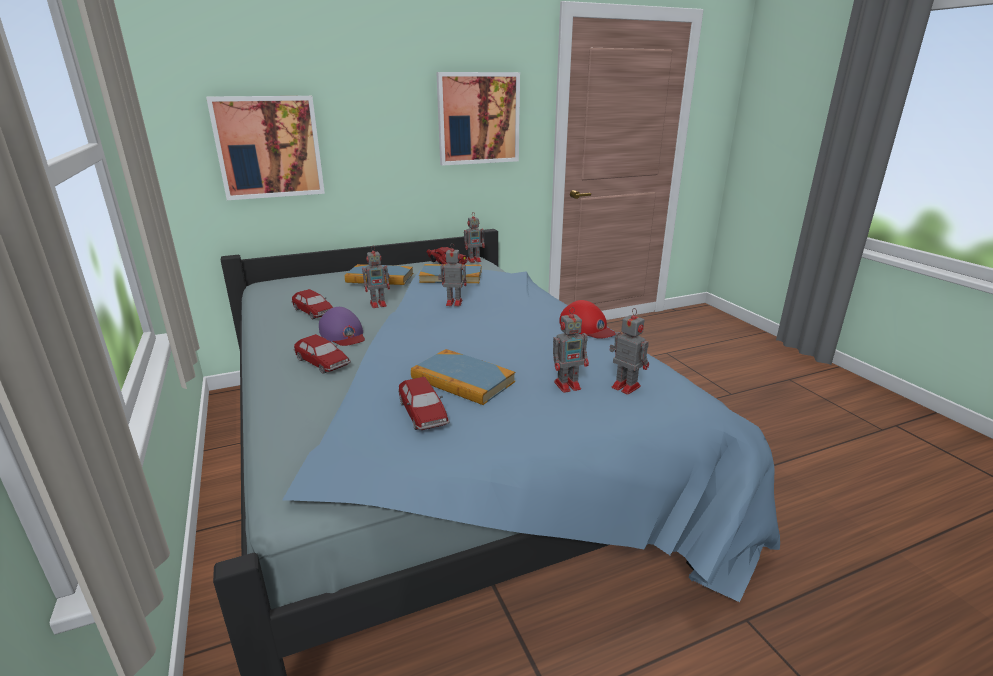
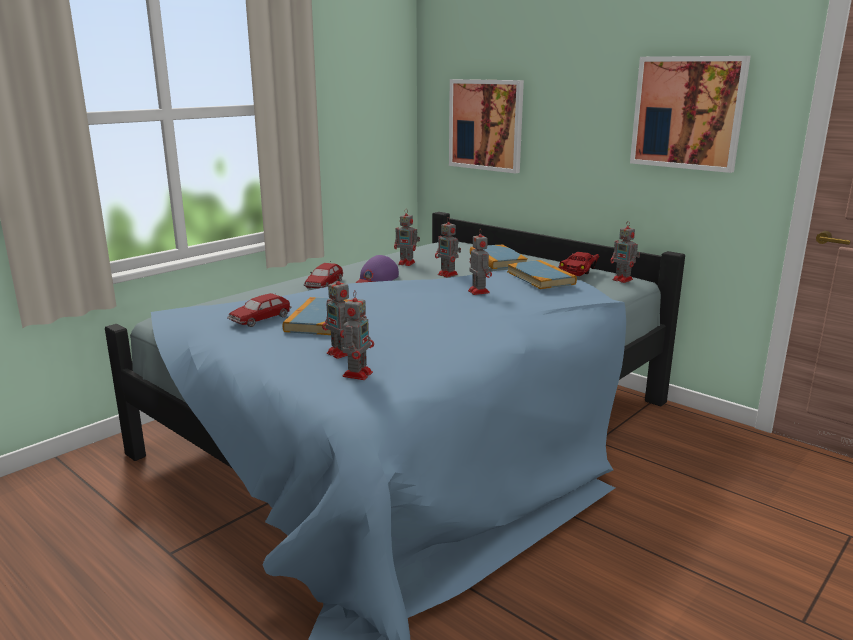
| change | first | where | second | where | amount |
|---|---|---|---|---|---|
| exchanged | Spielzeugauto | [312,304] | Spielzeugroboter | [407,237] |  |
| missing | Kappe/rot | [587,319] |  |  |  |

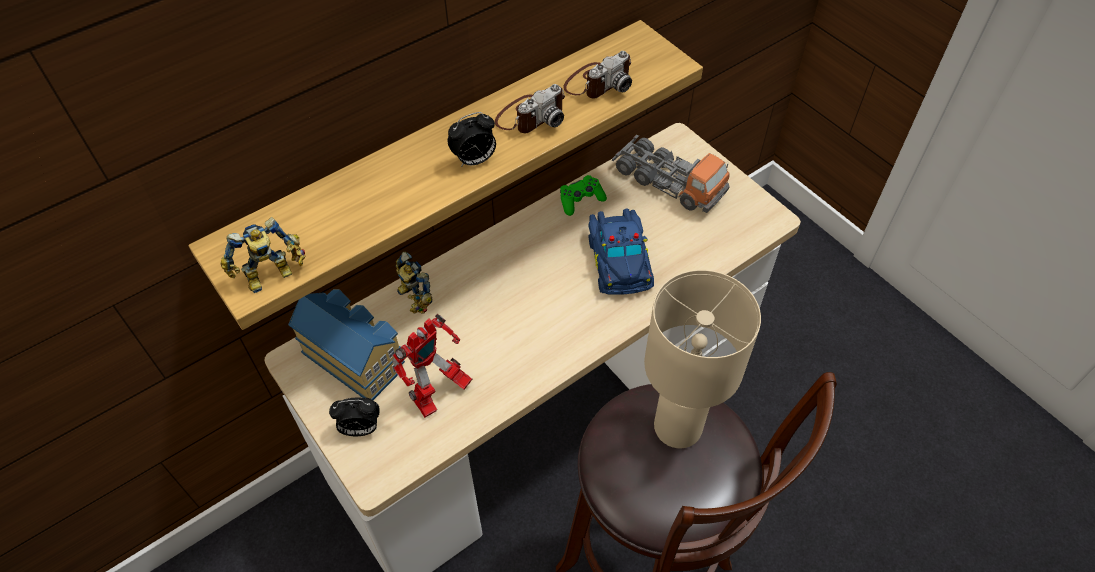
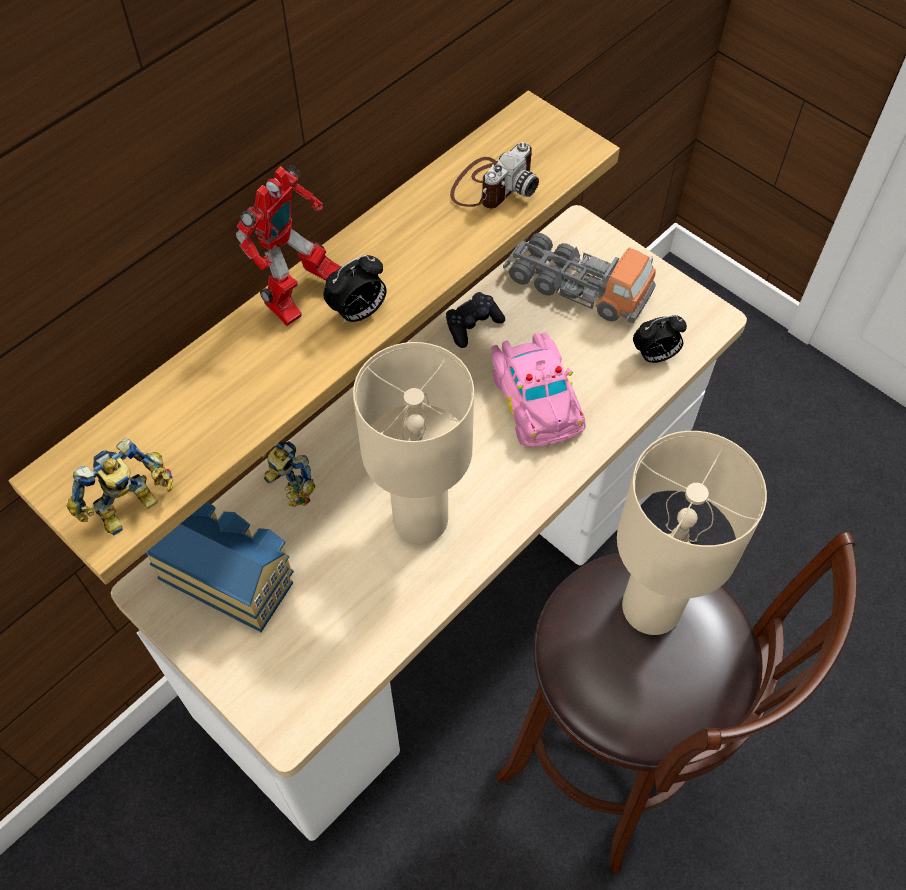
| change | first | where | second | where | amount |
|---|---|---|---|---|---|
| relocated | Wecker | [354,417] |  | [660,339] |  |
| relocated | Spielzeugroboter | [432,366] |  | [288,245] |  |
| missing | Kamera | [530,108] |  |  |  |
| colour | Gamepad/grün | [583,195] | Gamepad/schwarz | [475,320] |  |
| colour | Spielzeugauto/blau | [621,252] | Spielzeugauto/rosa | [538,389] |  |
| appeared |  |  | Tischlampe/beige | [413,443] |  |

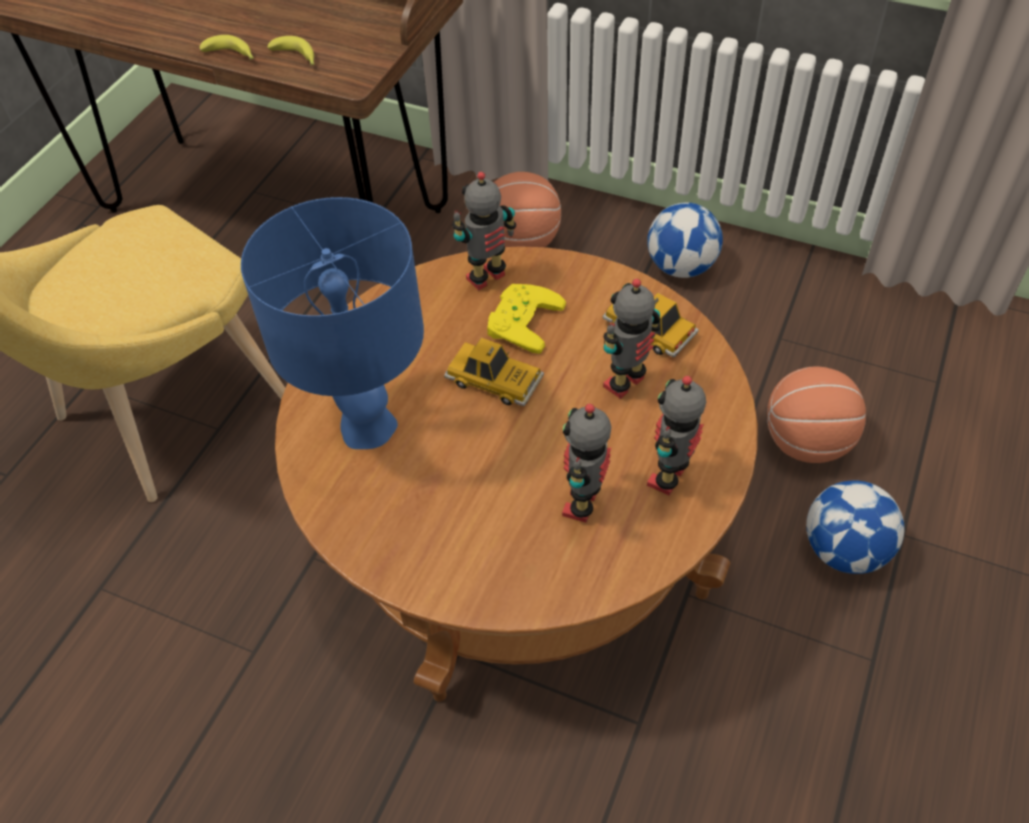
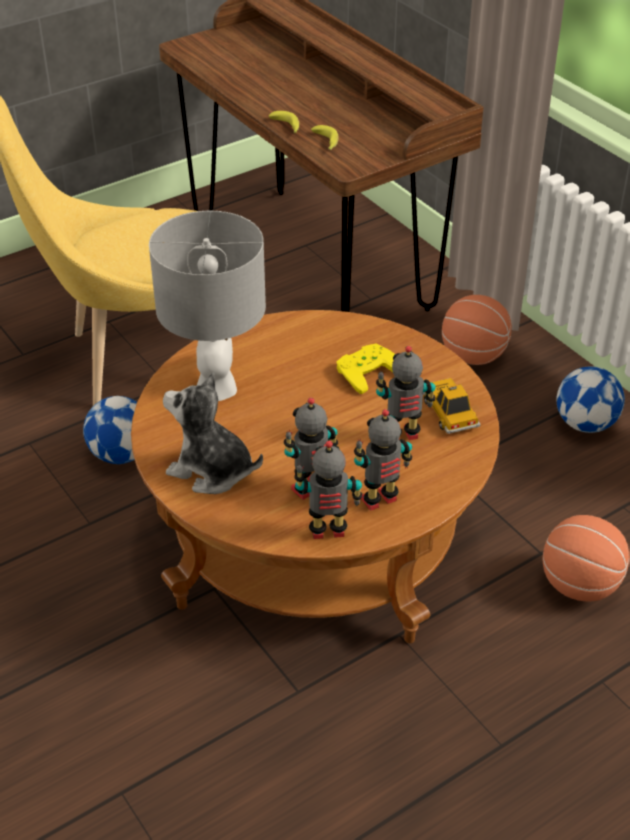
| change | first | where | second | where | amount |
|---|---|---|---|---|---|
| colour | Tischlampe/blau | [332,323] | Tischlampe/grau | [207,306] |  |
| missing | Spielzeugauto | [494,372] |  |  |  |
| relocated | Spielzeugroboter | [484,231] |  | [328,490] |  |
| relocated | Fußball | [855,527] |  | [110,430] |  |
| appeared |  |  | Plüschtier | [213,433] |  |

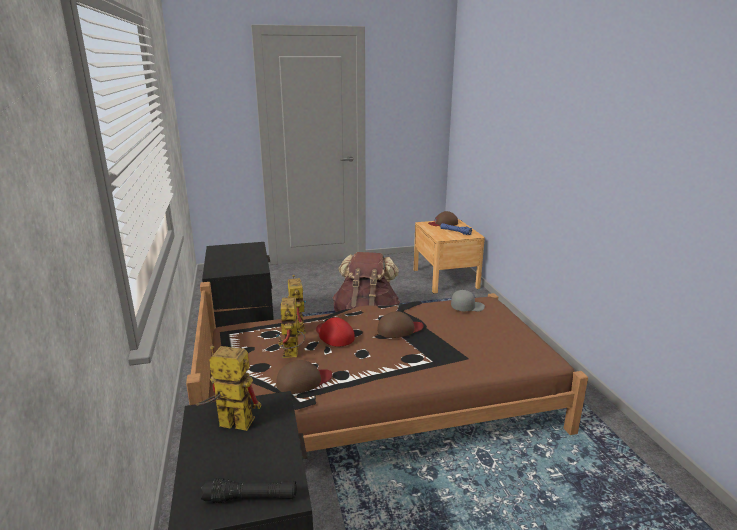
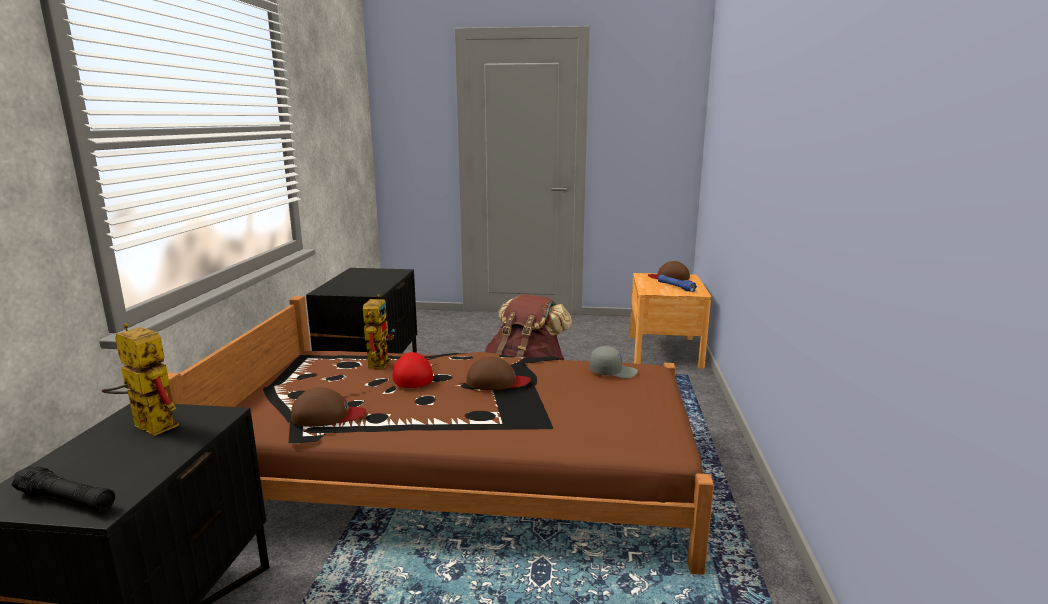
| change | first | where | second | where | amount |
|---|---|---|---|---|---|
| missing | Spielzeugroboter | [290,328] |  |  |  |

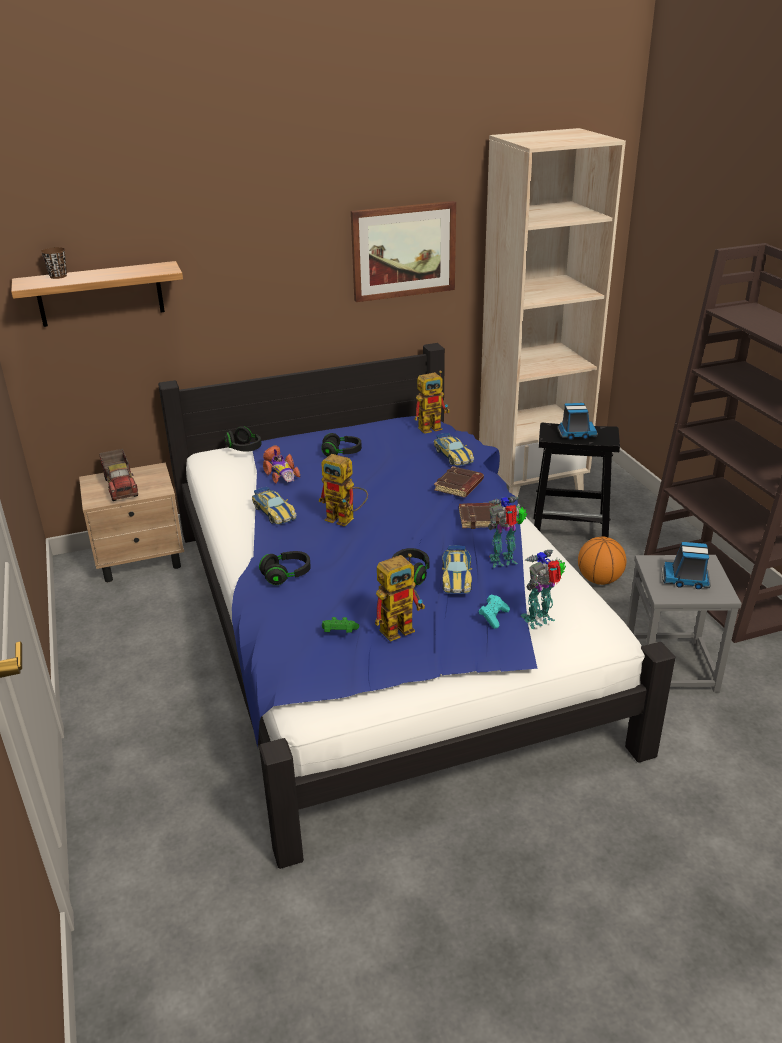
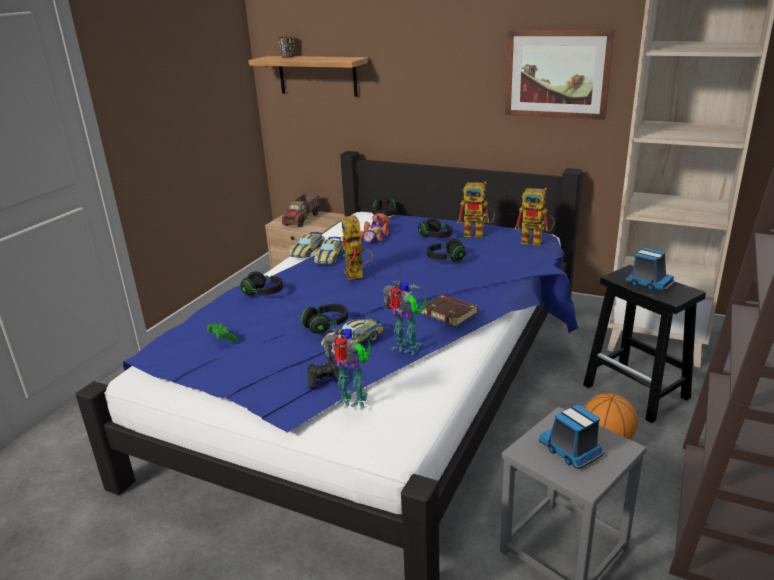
| change | first | where | second | where | amount |
|---|---|---|---|---|---|
| relocated | Spielzeugroboter | [400,597] |  | [476,210] |  |
| relocated | Spielzeugauto | [454,449] |  | [307,245] |  |
| missing | Buch/braun | [459,481] |  |  |  |
| colour | Gamepad/türkis | [494,611] | Gamepad/schwarz | [325,374] |  |
| appeared |  |  | Kopfhörer/schwarz | [446,250] |  |

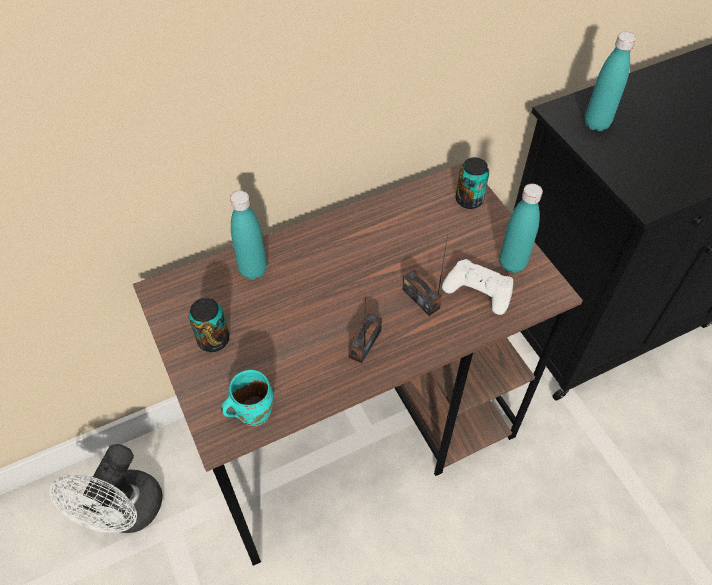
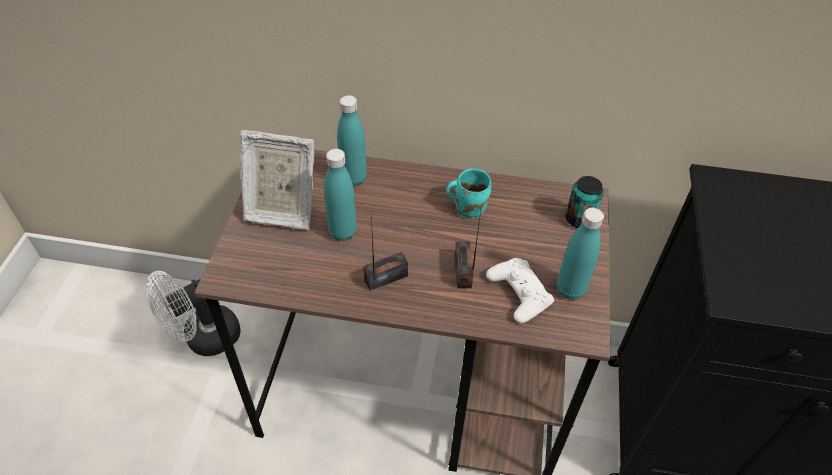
| change | first | where | second | where | amount |
|---|---|---|---|---|---|
| exchanged | Dose | [209,325] | Bilderrahmen | [277,180] |  |
| relocated | Henkelbecher/türkis | [247,398] |  | [468,194] |  |
| relocated | Flasche/türkis | [610,81] |  | [340,195] |  |

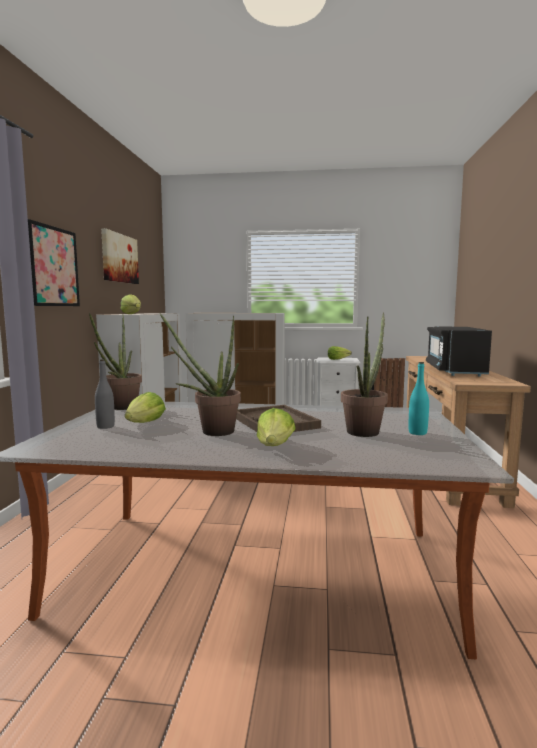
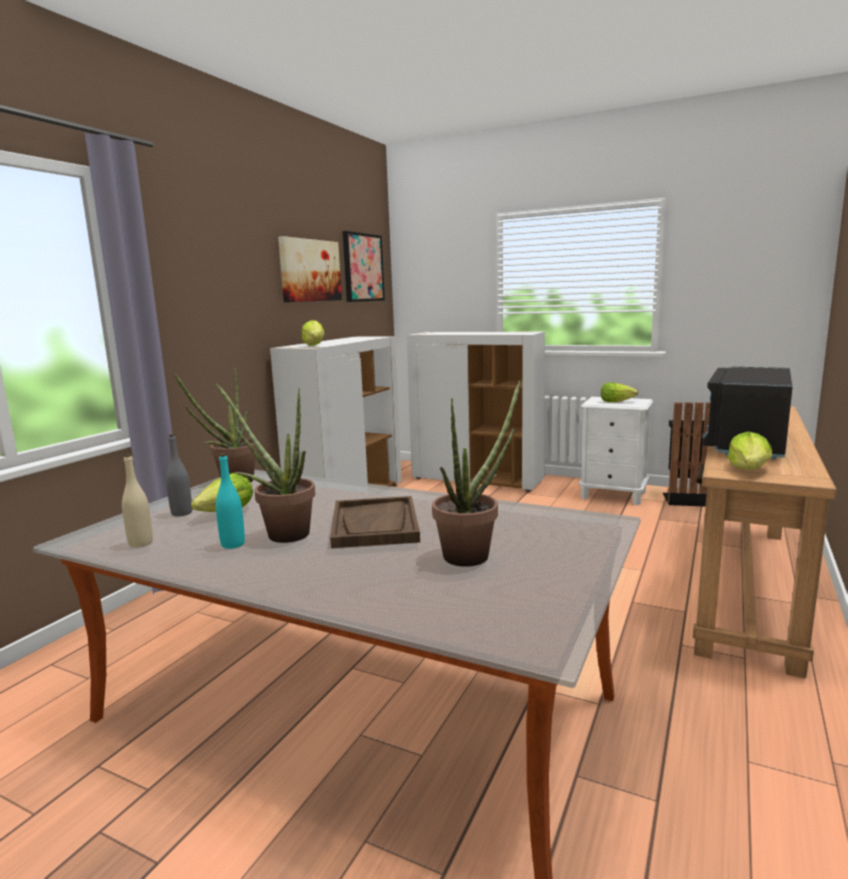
| change | first | where | second | where | amount |
|---|---|---|---|---|---|
| relocated | Bild | [54,262] |  | [364,266] |  |
| relocated | Salatkopf | [276,427] |  | [750,450] |  |
| relocated | Flasche/türkis | [419,398] |  | [230,501] |  |
| appeared |  |  | Flasche/beige | [137,501] |  |

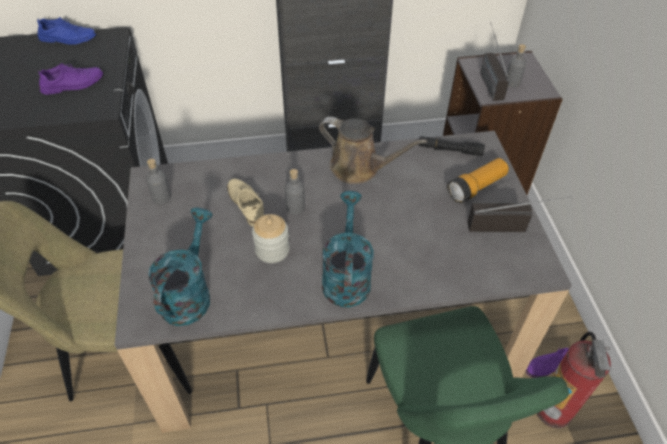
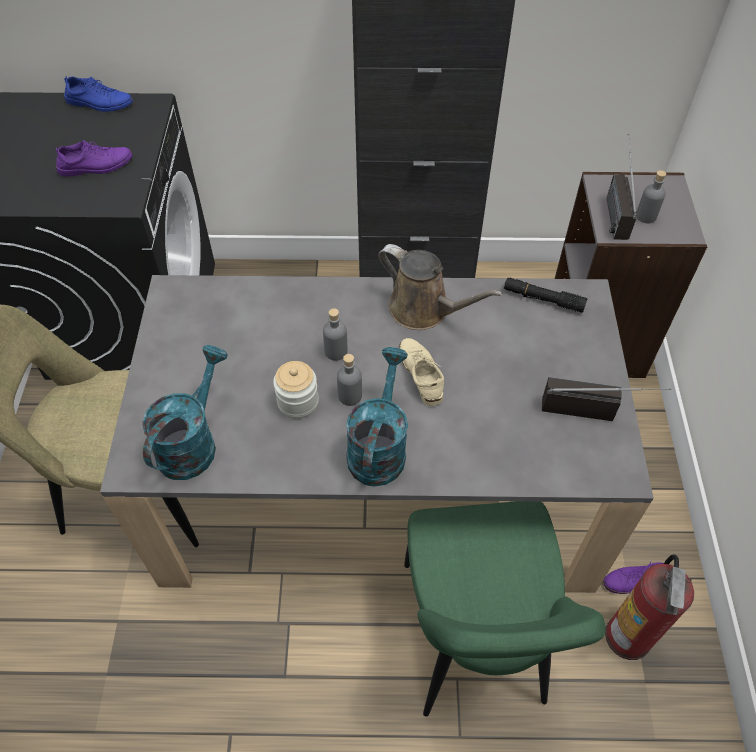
| change | first | where | second | where | amount |
|---|---|---|---|---|---|
| relocated | Flasche/grau | [158,181] |  | [349,380] |  |
| relocated | Schuh/beige | [245,203] |  | [421,372] |  |
| missing | Taschenlampe | [478,180] |  |  |  |

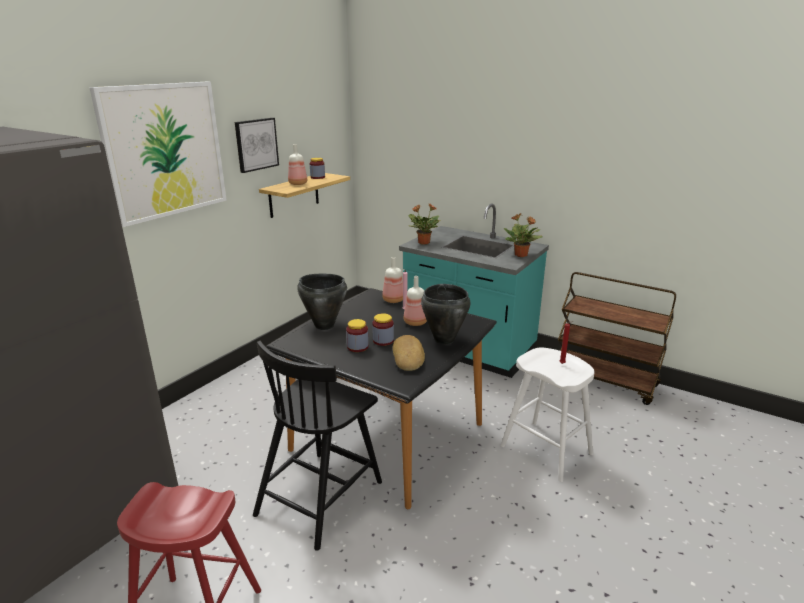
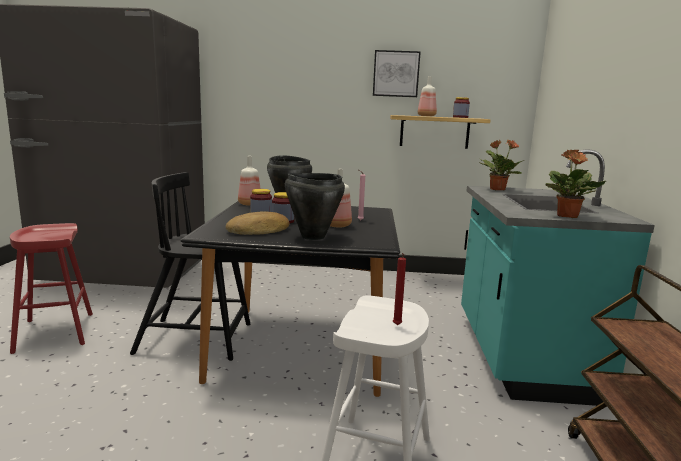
| change | first | where | second | where | amount |
|---|---|---|---|---|---|
| missing | Bild | [158,154] |  |  |  |
| relocated | Flasche | [392,280] |  | [249,181] |  |

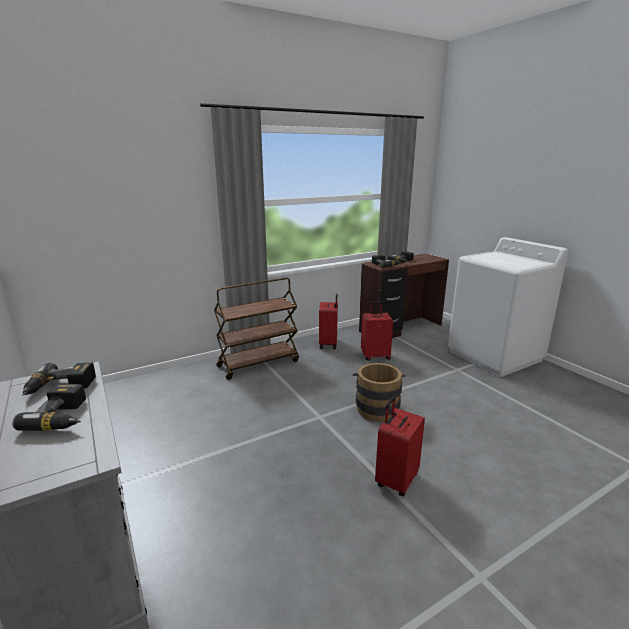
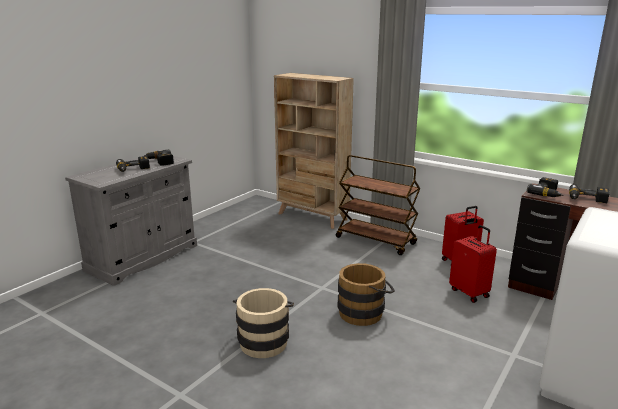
| change | first | where | second | where | amount |
|---|---|---|---|---|---|
| exchanged | Koffer/rot | [400,446] | Eimer/beige | [263,323] |  |
| appeared |  |  | Bücherregal/beige | [314,151] |  |

